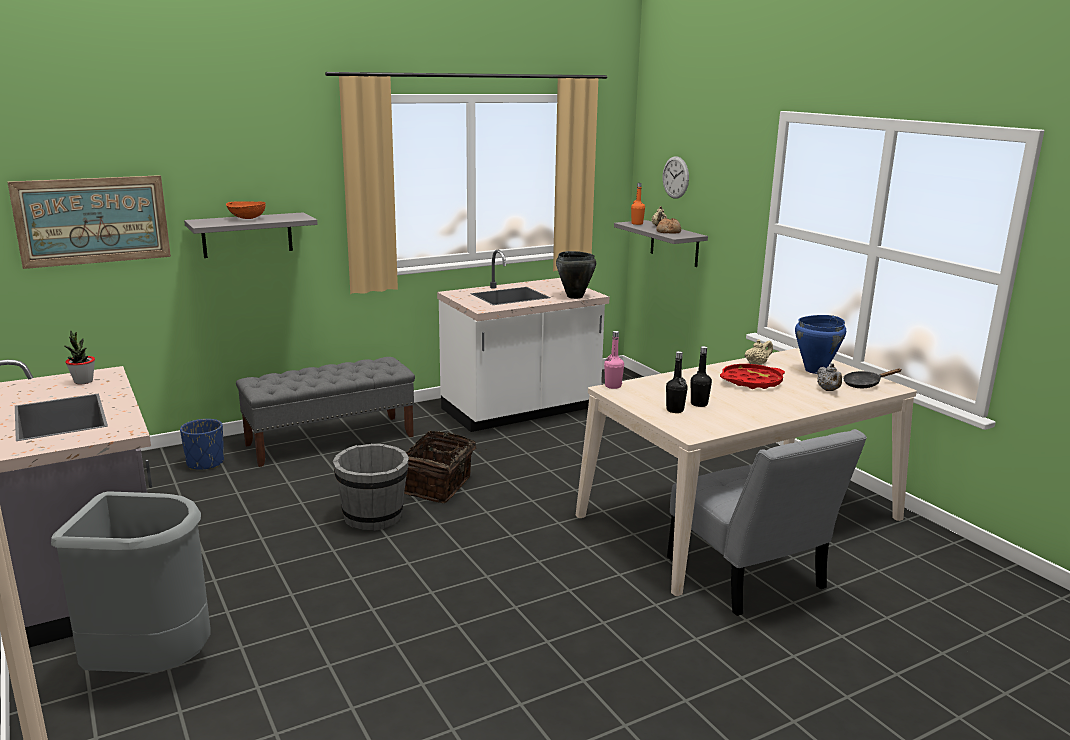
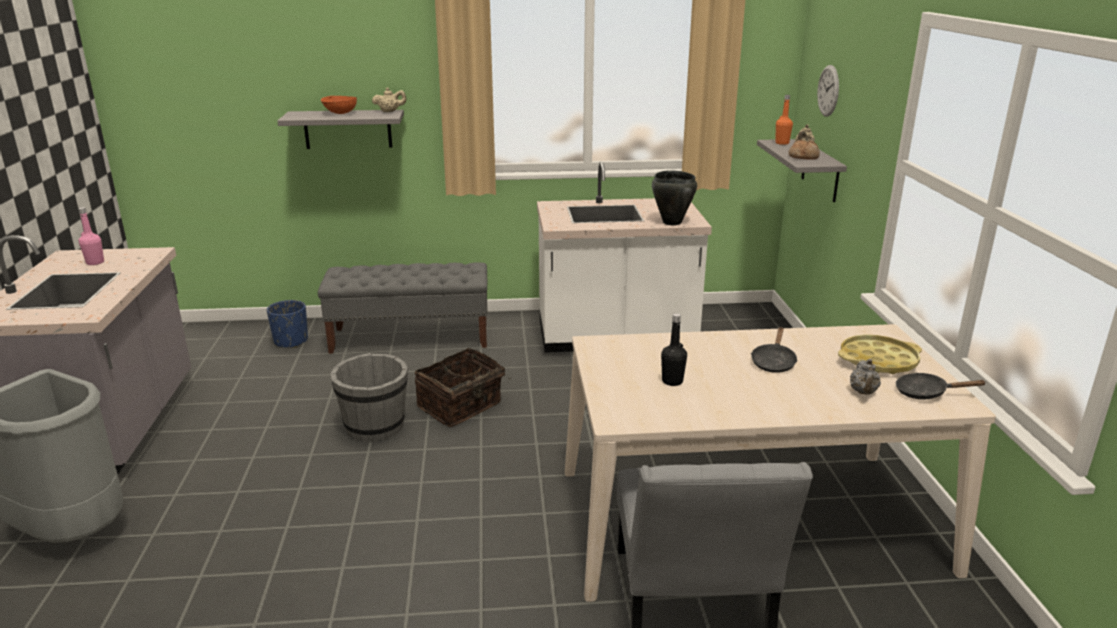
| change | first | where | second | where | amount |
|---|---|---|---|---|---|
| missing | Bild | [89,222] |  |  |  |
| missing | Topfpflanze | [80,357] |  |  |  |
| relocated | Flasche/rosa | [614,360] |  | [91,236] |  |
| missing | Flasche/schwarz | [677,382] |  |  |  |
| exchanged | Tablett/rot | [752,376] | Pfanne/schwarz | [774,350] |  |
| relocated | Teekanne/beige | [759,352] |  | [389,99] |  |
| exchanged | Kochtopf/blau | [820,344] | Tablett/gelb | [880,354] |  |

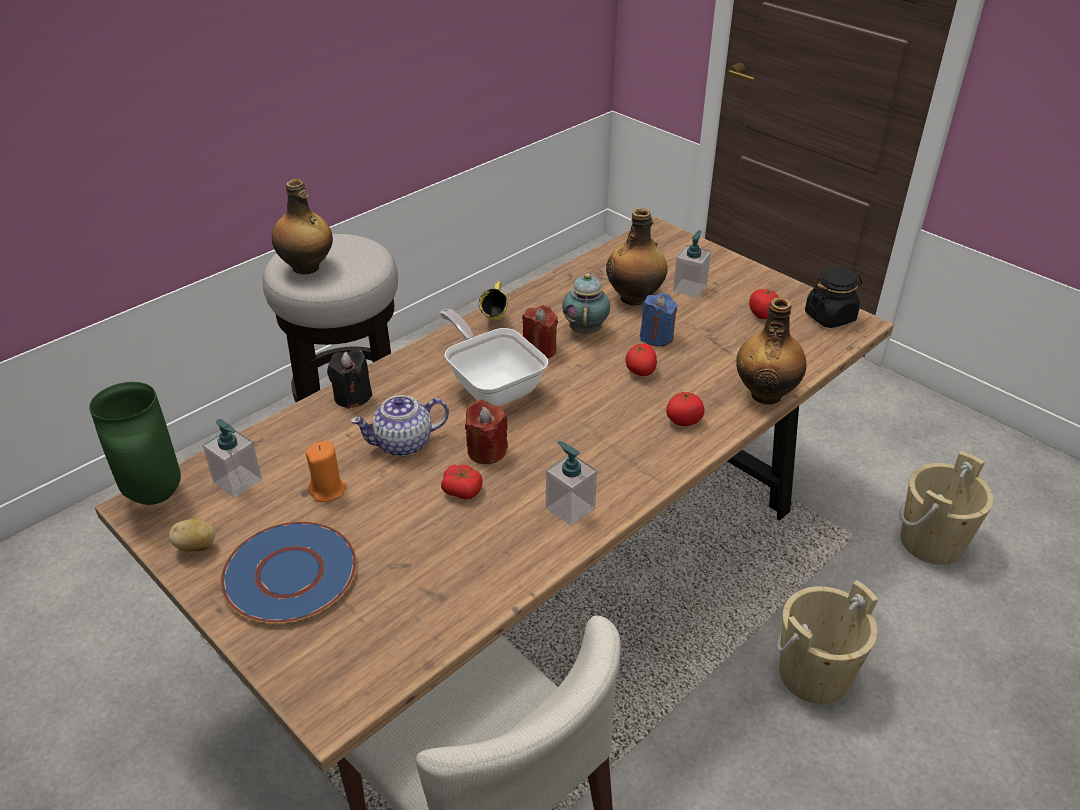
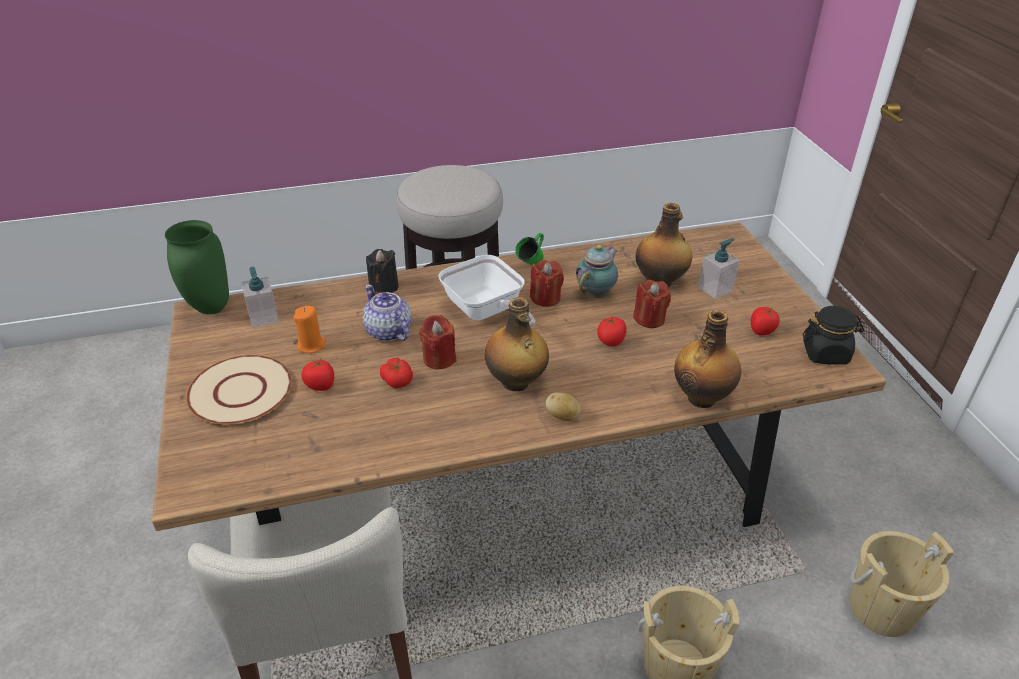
| change | first | where | second | where | amount |
|---|---|---|---|---|---|
| relocated | Kartoffel | [192,534] |  | [563,406] |  |
| colour | Teller/blau | [288,573] | Teller/beige | [239,390] |  |
| relocated | Flasche | [302,227] |  | [517,344] |  |
| spun | Teekanne | [399,425] |  | [387,313] | 45 degrees clockwise |
| spun | Pfanne | [494,357] |  | [486,291] | 150 degrees clockwise |
| colour | Henkelbecher/gelb | [493,300] | Henkelbecher/grün | [529,249] |  |
| missing | Seifenspender | [571,483] |  |  |  |
| colour | Kerze/blau | [659,319] | Kerze/rot | [652,304] |  |
| relocated | Tomate | [685,408] |  | [318,375] |  |

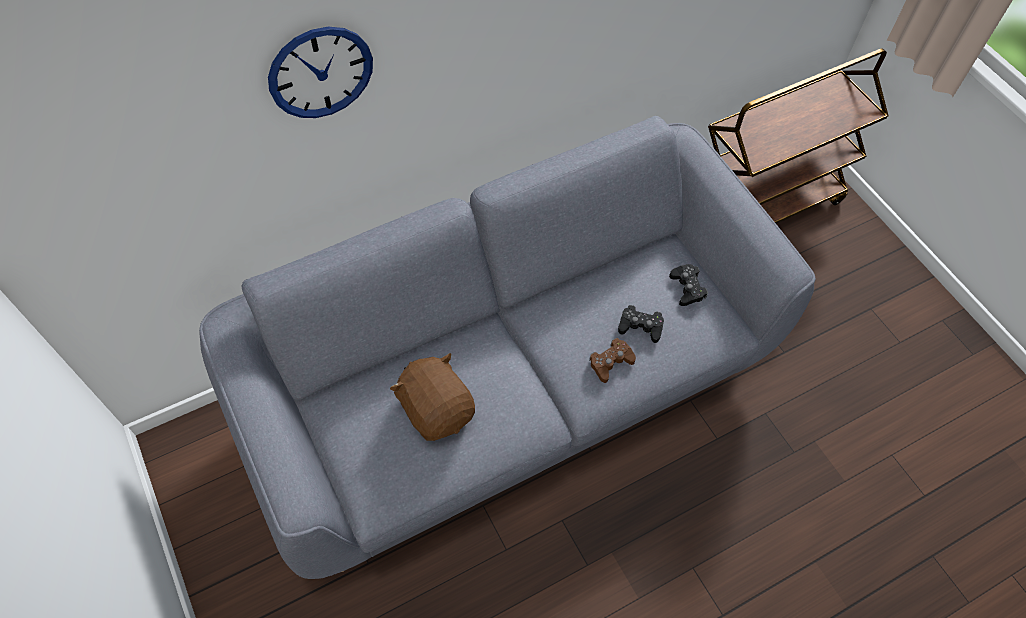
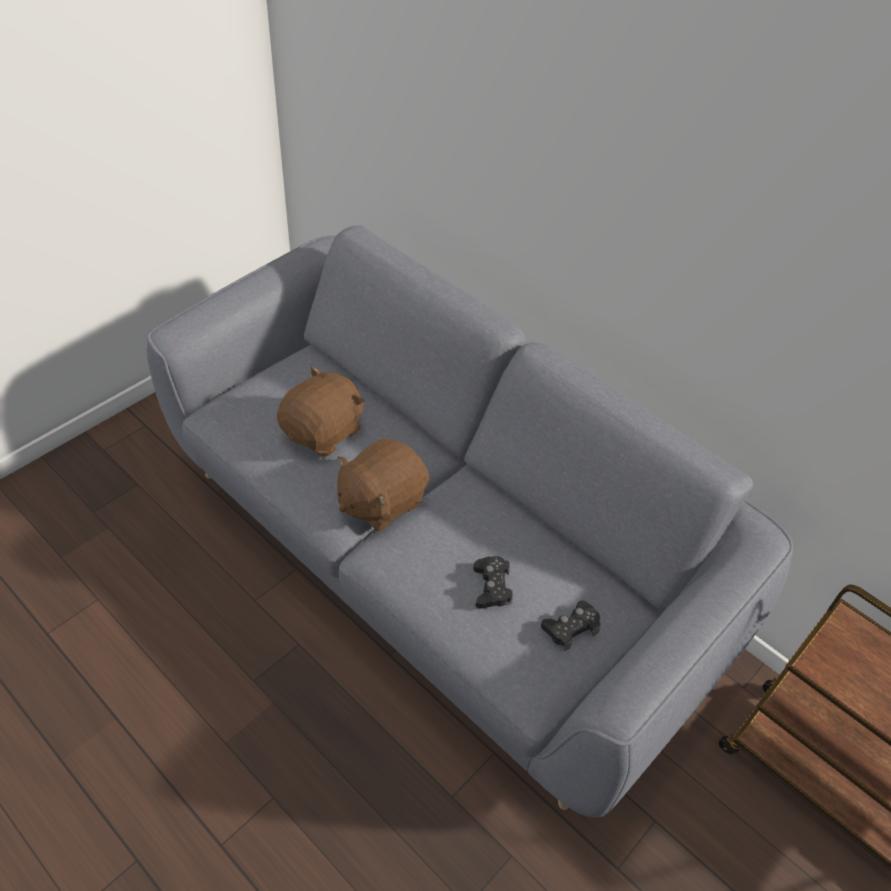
| change | first | where | second | where | amount |
|---|---|---|---|---|---|
| missing | Wanduhr | [320,72] |  |  |  |
| missing | Gamepad/braun | [612,360] |  |  |  |
| appeared |  |  | Plüschtier/braun | [383,484] |  |

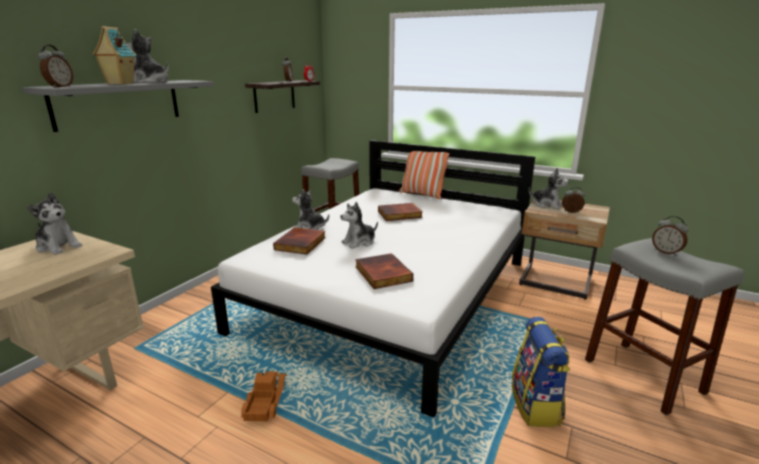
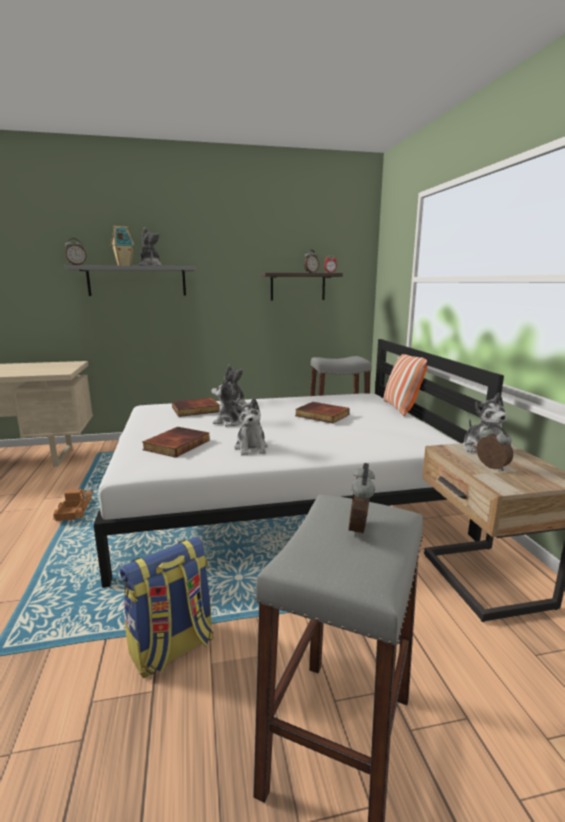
| change | first | where | second | where | amount |
|---|---|---|---|---|---|
| relocated | Plüschtier | [54,223] |  | [250,426] |  |
| spun | Spielzeuglaster | [264,396] |  | [73,505] | 60 degrees counterclockwise |

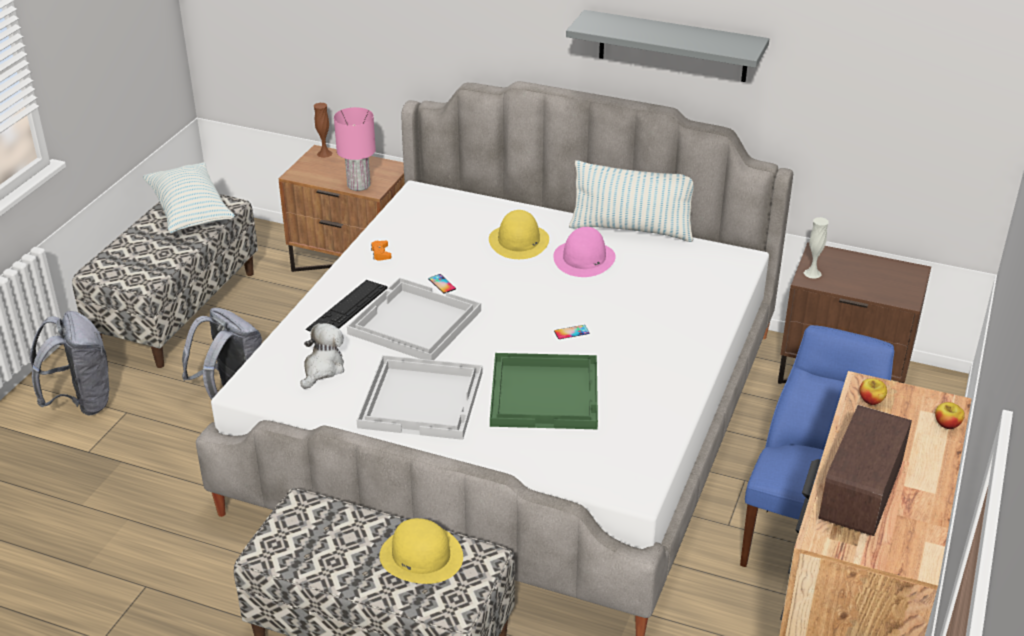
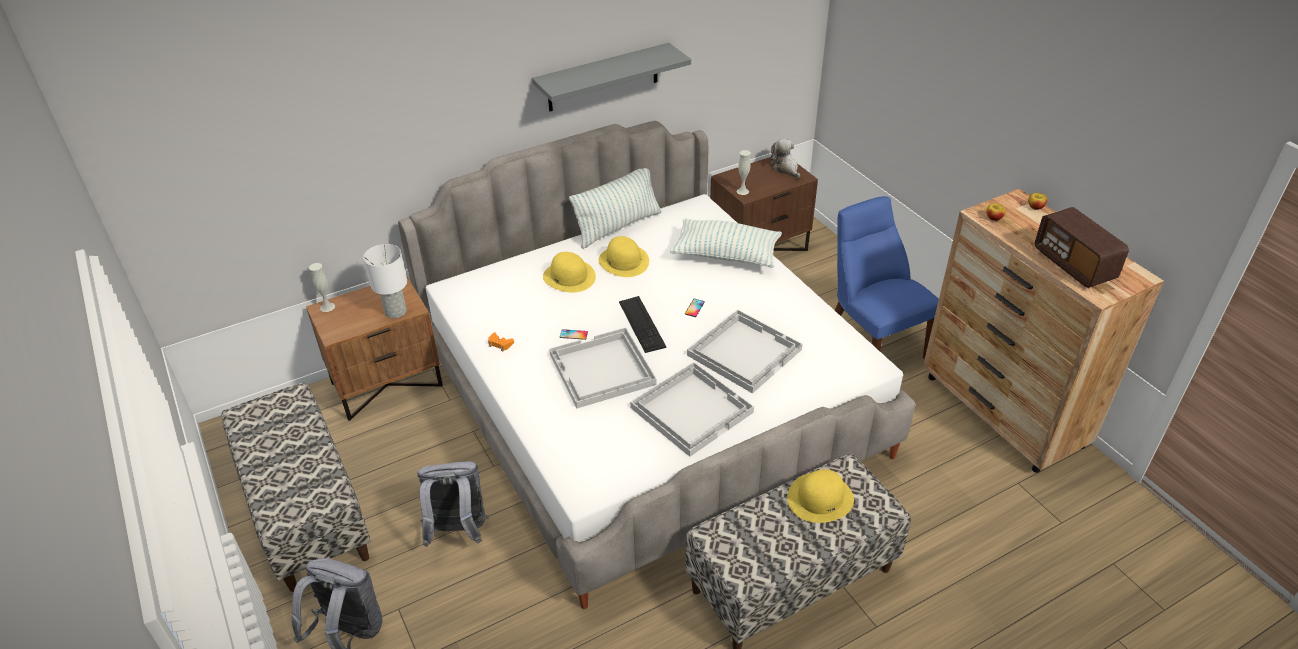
| change | first | where | second | where | amount |
|---|---|---|---|---|---|
| relocated | Kissen | [189,198] |  | [726,243] |  |
| relocated | Plüschtier | [322,356] |  | [785,159] |  |
| relocated | Tastatur | [347,306] |  | [642,324] |  |
| colour | Vase/braun | [323,130] | Vase/weiß | [322,287] |  |
| colour | Tischlampe/rosa | [355,149] | Tischlampe/weiß | [385,281] |  |
| colour | Tablett/grün | [544,391] | Tablett/weiß | [745,351] |  |
| colour | Hut/rosa | [584,252] | Hut/gelb | [623,256] |  |

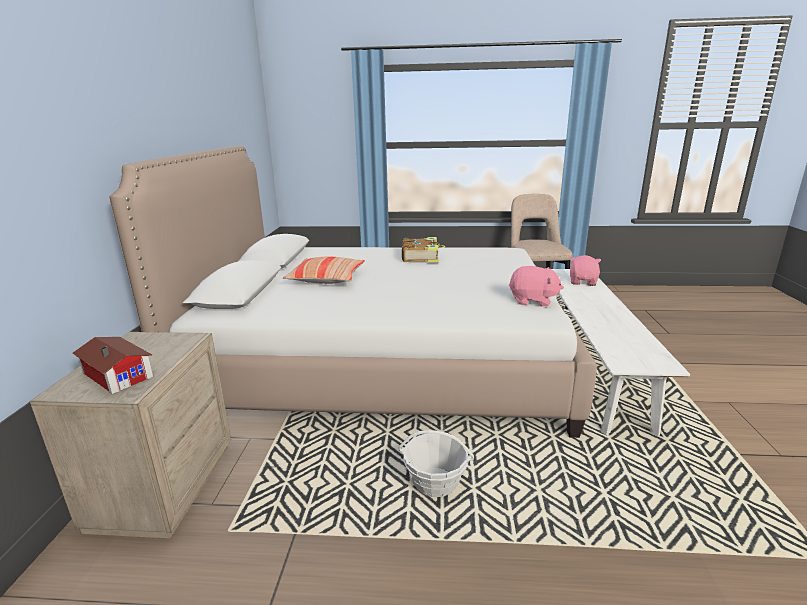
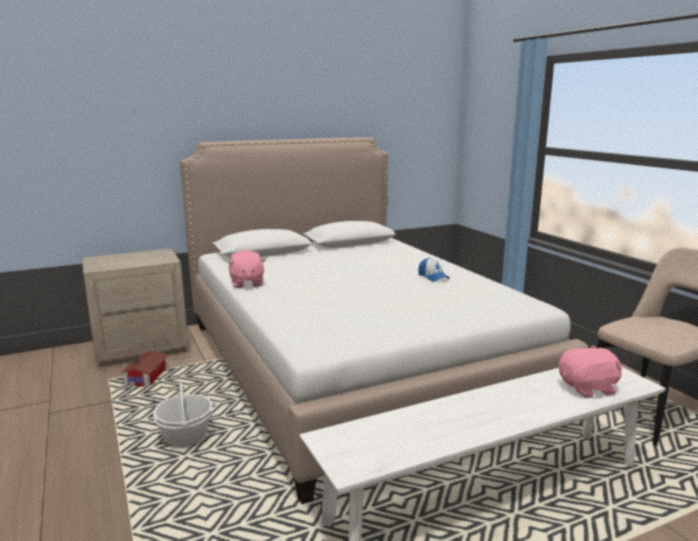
| change | first | where | second | where | amount |
|---|---|---|---|---|---|
| relocated | Spielzeughaus | [112,365] |  | [144,368] |  |
| missing | Kissen | [324,270] |  |  |  |
| exchanged | Buch | [423,250] | Kappe | [434,269] |  |
| relocated | Plüschtier/rosa | [536,286] |  | [247,269] |  |

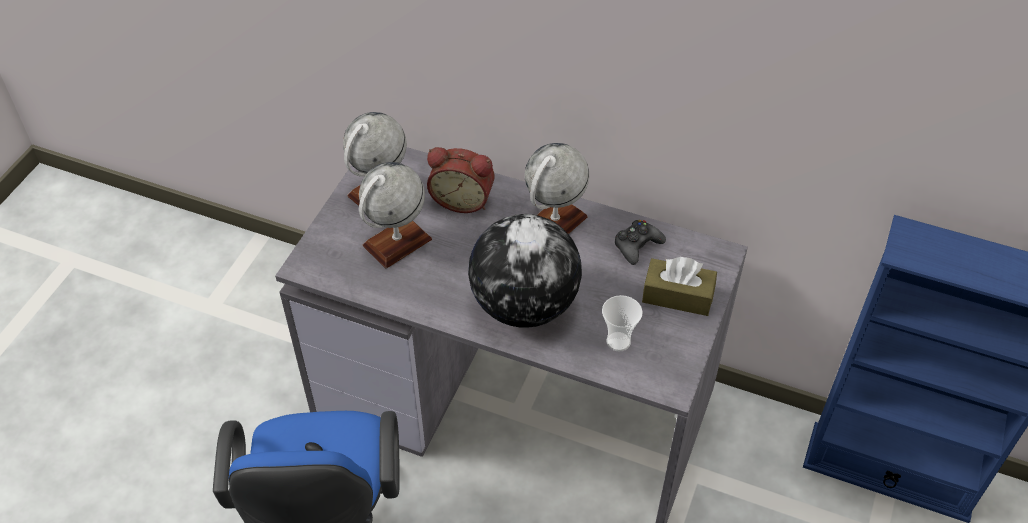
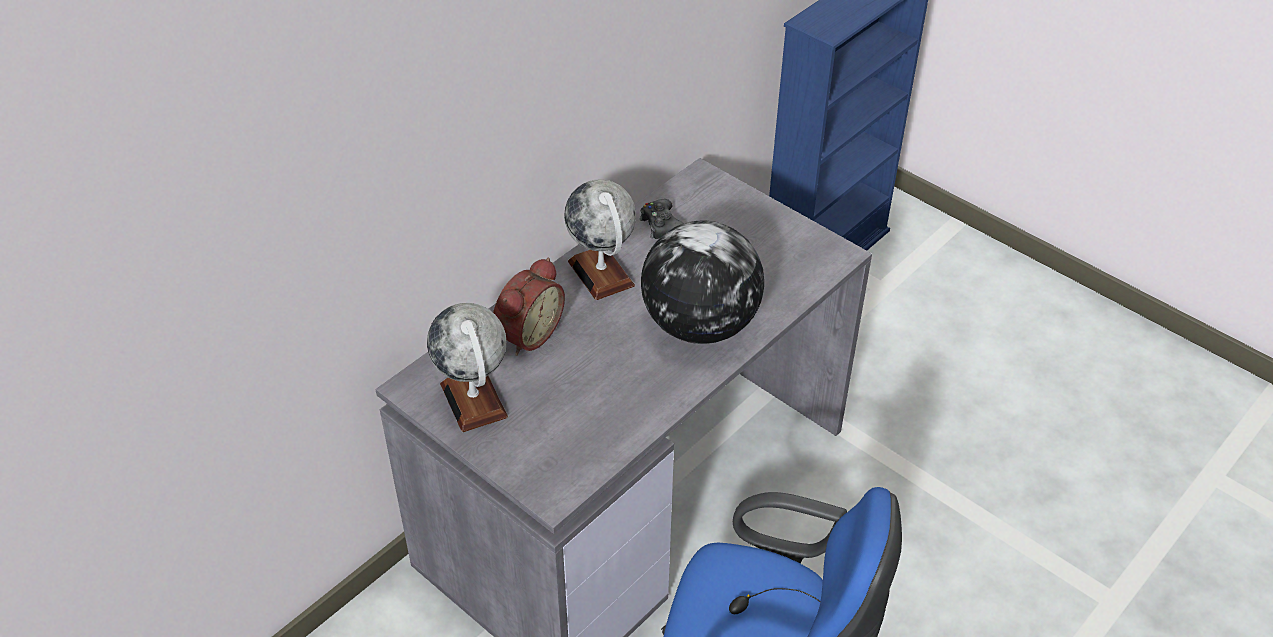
| change | first | where | second | where | amount |
|---|---|---|---|---|---|
| missing | Globus | [395,215] |  |  |  |
| missing | Tasse | [622,323] |  |  |  |
| missing | Taschentuchbox/braun | [679,286] |  |  |  |

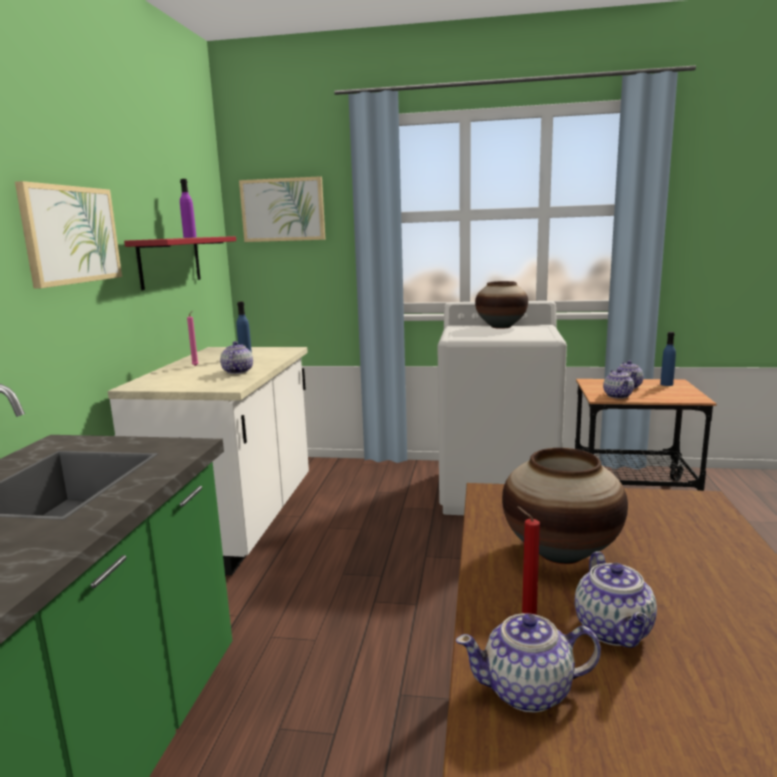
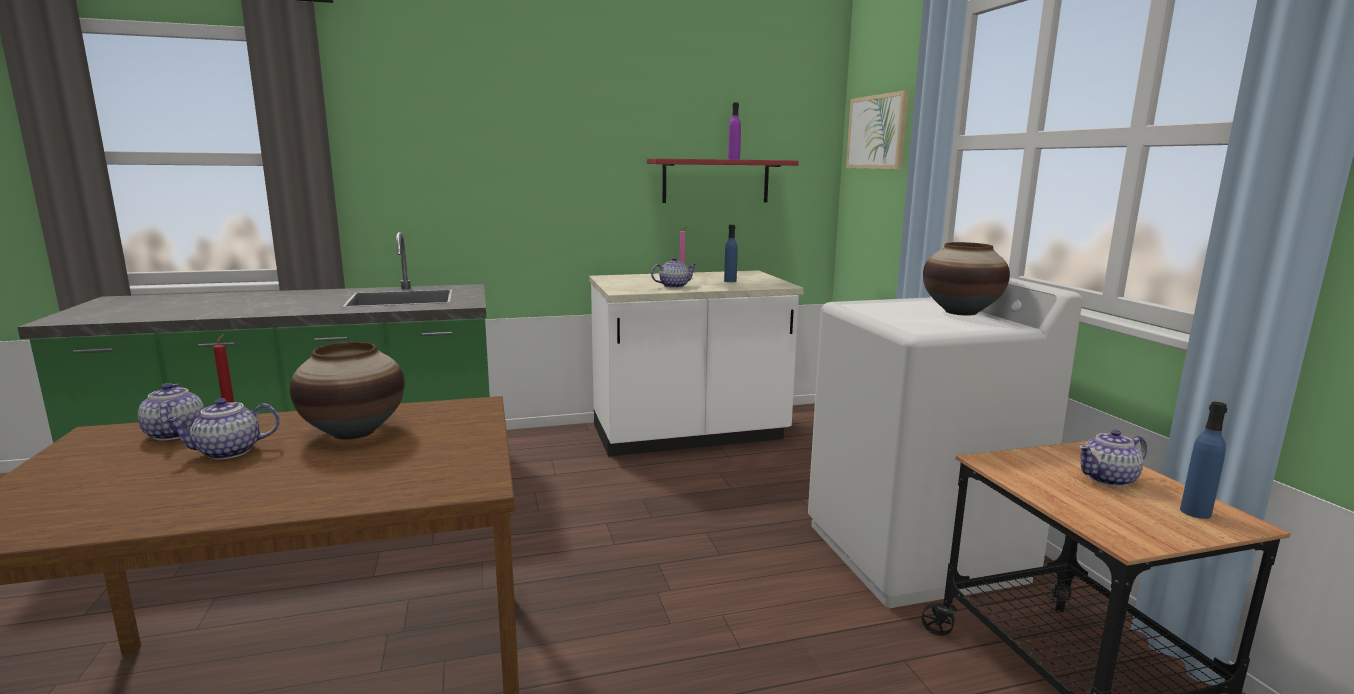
| change | first | where | second | where | amount |
|---|---|---|---|---|---|
| missing | Bild | [68,235] |  |  |  |
| missing | Teekanne | [618,384] |  |  |  |

